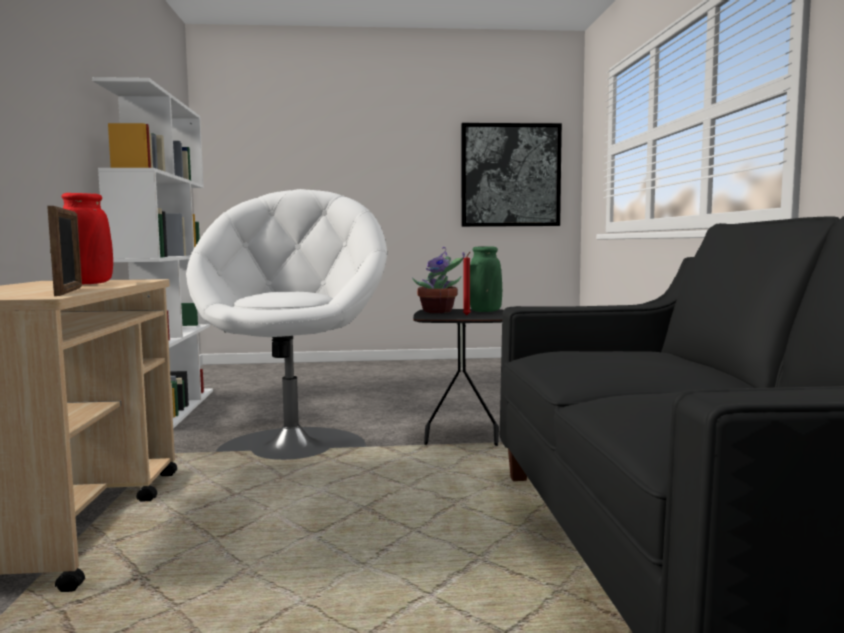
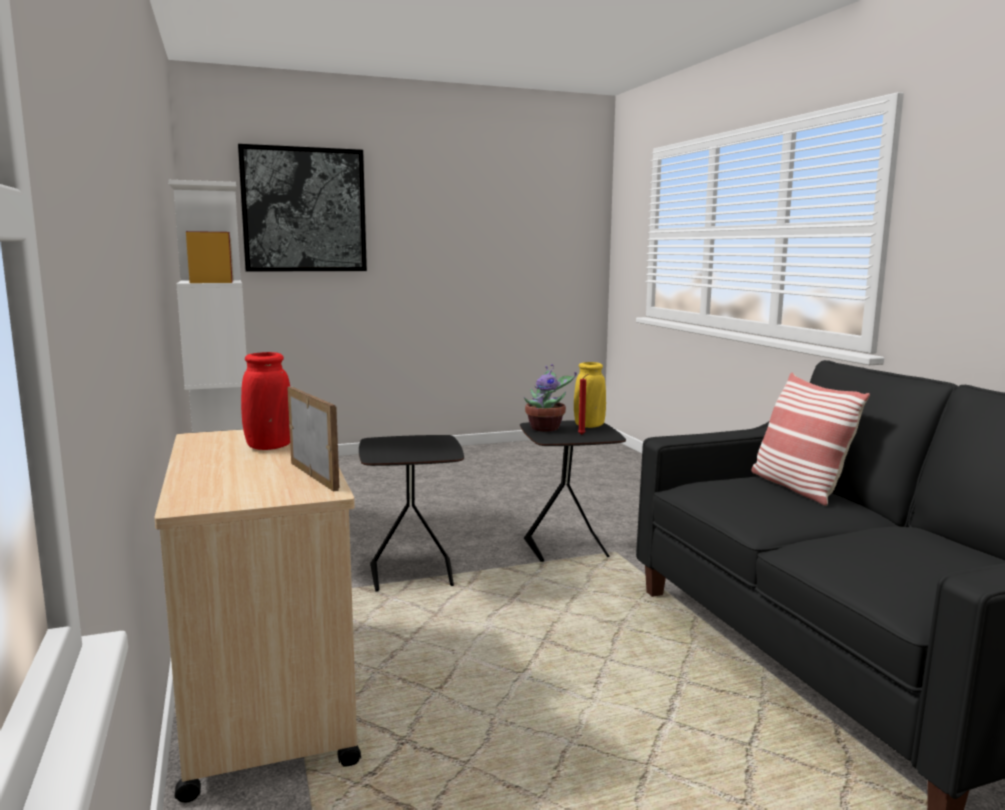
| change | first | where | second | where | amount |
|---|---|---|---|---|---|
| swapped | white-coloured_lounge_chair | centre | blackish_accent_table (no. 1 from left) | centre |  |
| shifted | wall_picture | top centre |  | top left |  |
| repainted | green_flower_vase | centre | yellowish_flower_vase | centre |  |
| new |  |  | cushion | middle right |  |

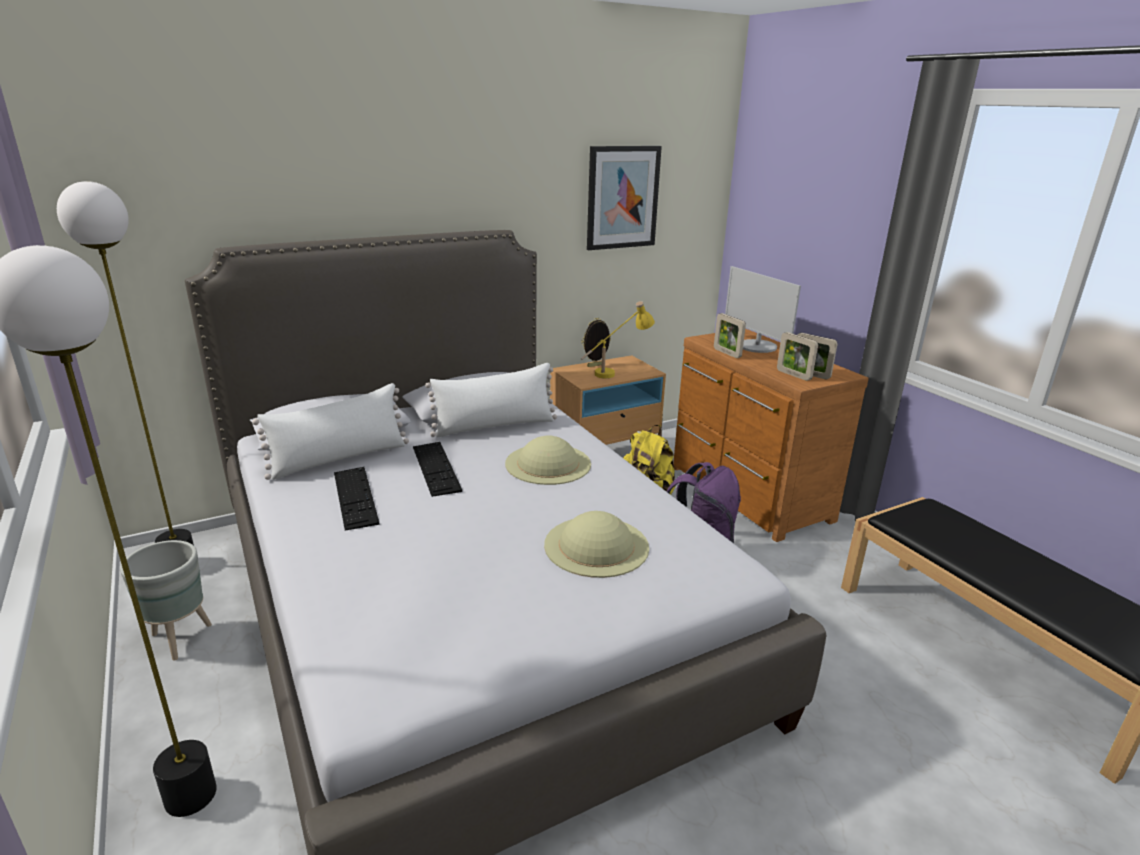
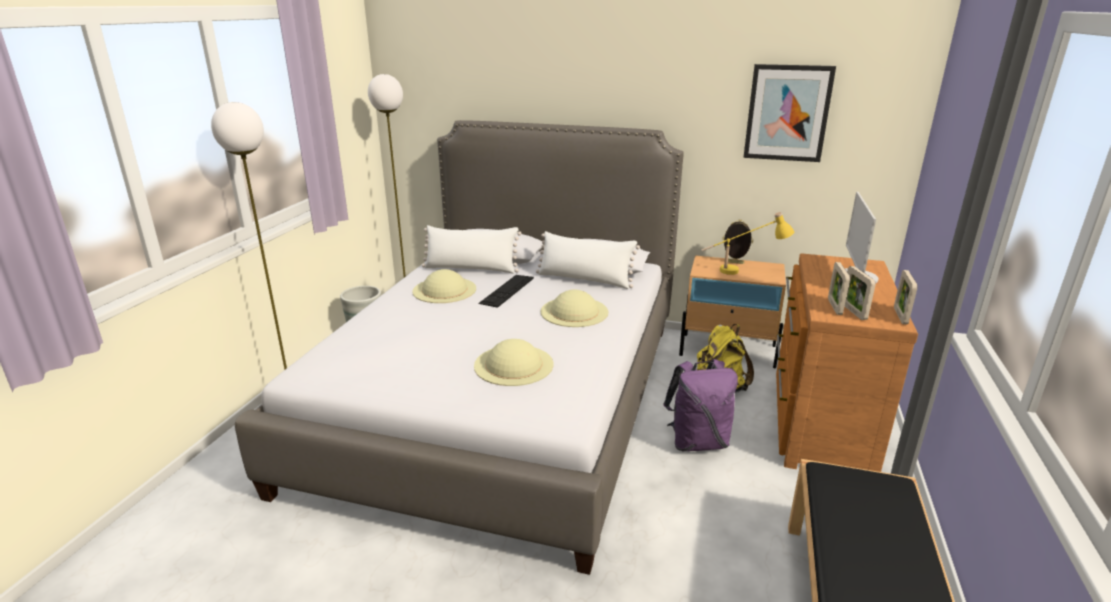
| change | first | where | second | where | amount |
|---|---|---|---|---|---|
| swapped | keyboard (no. 1 from left) | middle left | beige-coloured_hat (no. 1 from left) | centre |  |
| shifted | picture_frame (no. 2 from left in the first image) | centre | picture_frame (no. 4 from left) | middle right |  |

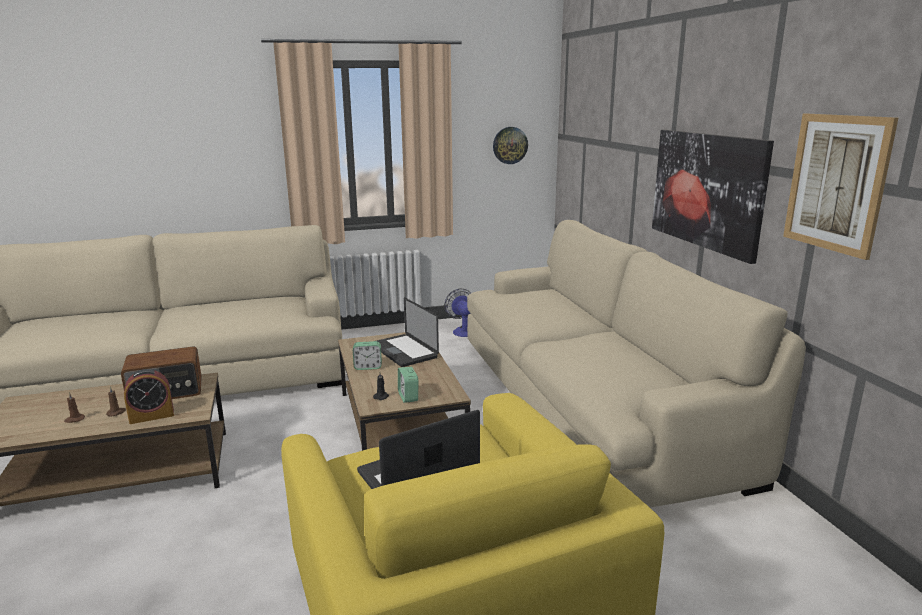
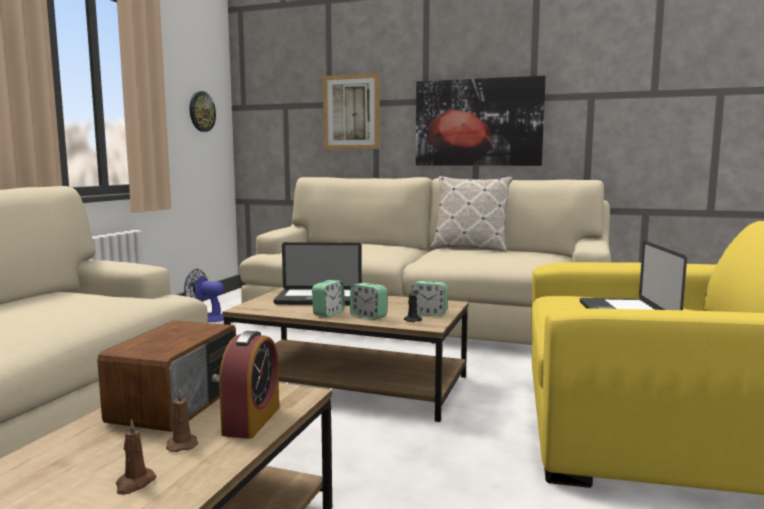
| change | first | where | second | where | amount |
|---|---|---|---|---|---|
| shifted | wall_picture (no. 2 from left in the first image) | top right | wall_picture (no. 1 from left) | top centre |  |
| new |  |  | alarm_clock (no. 3 from left) | centre |  |
| new |  |  | cushion | centre |  |

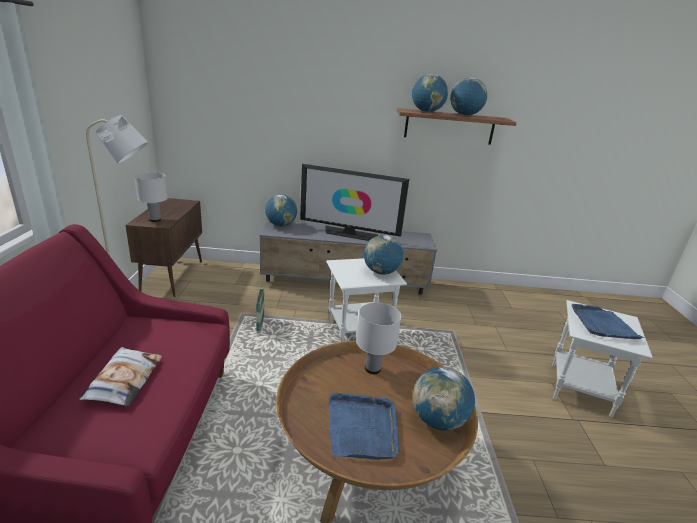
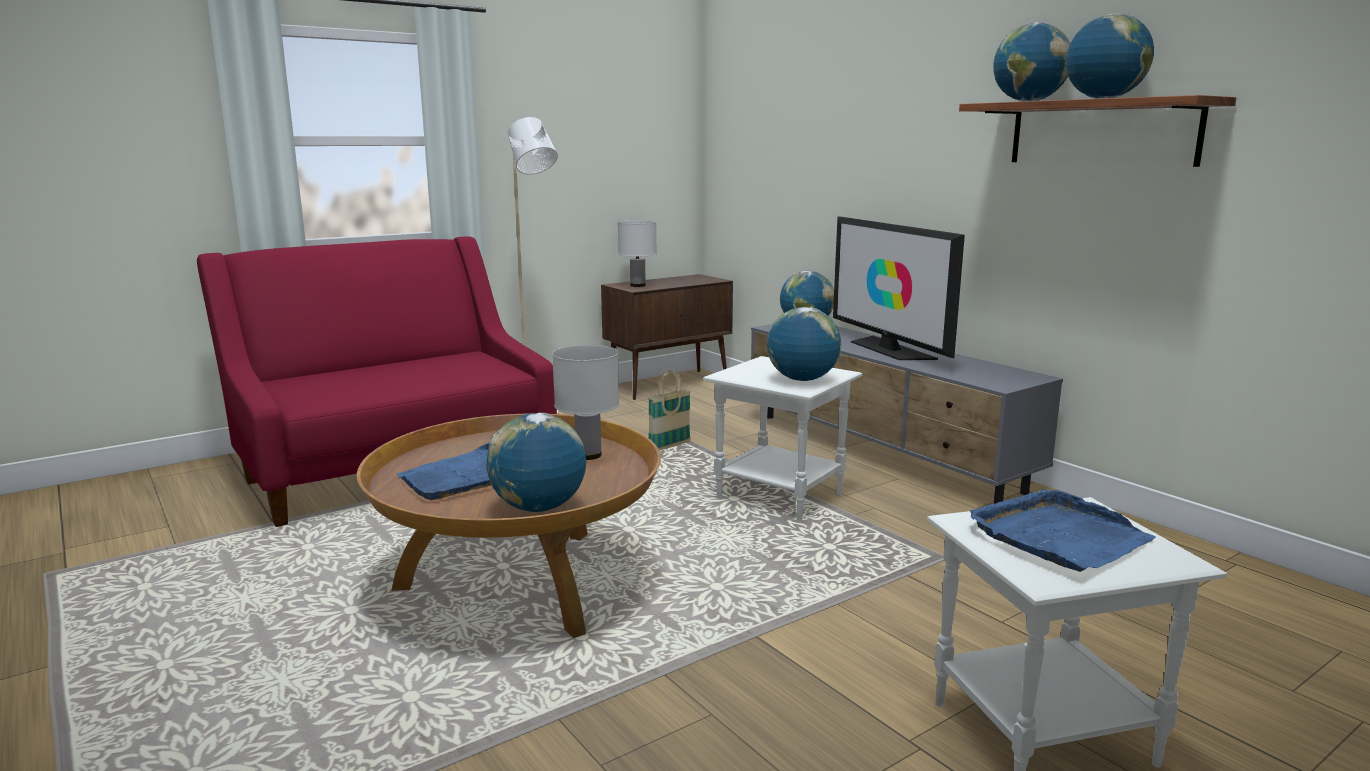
| change | first | where | second | where | amount |
|---|---|---|---|---|---|
| gone | cushion | bottom left |  |  |  |

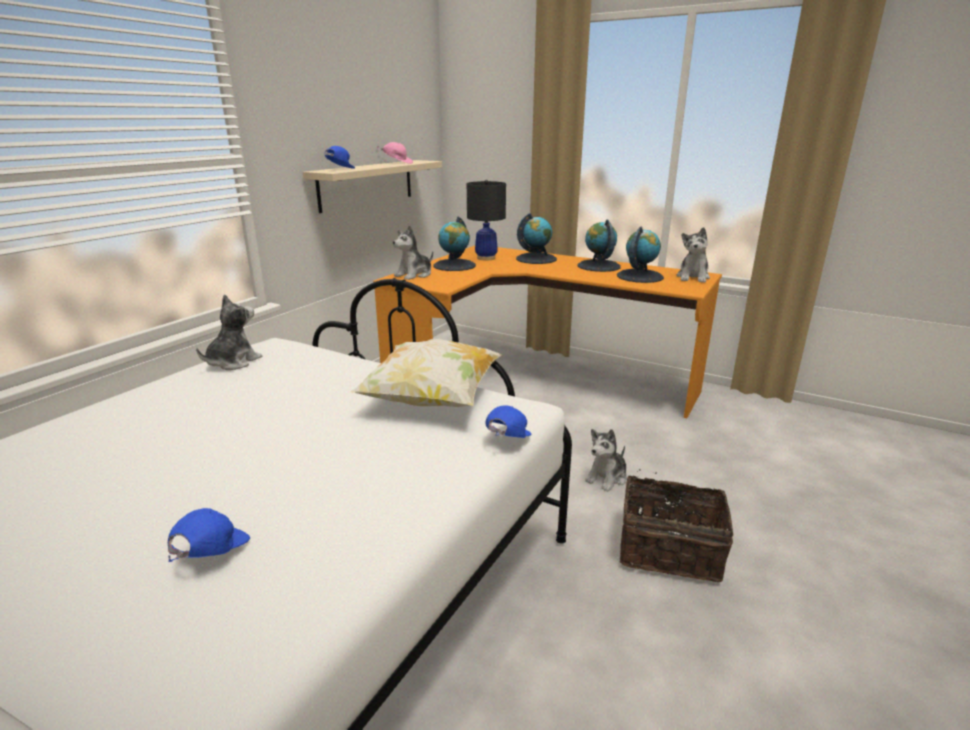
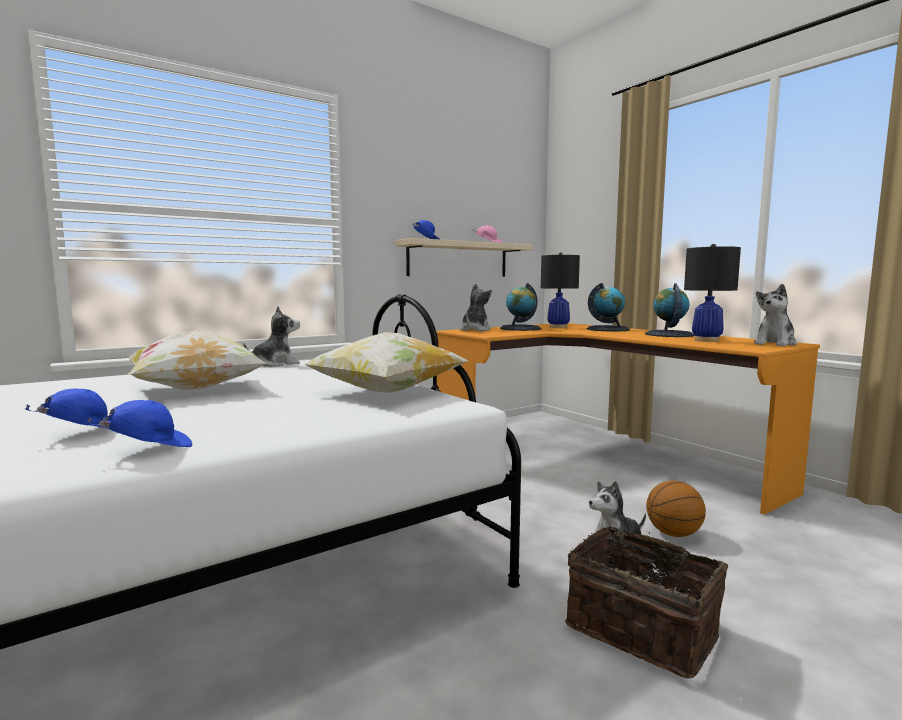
| change | first | where | second | where | amount |
|---|---|---|---|---|---|
| rotated | plush_toy (no. 2 from left) | centre |  | centre | 135 degrees clockwise |
| shifted | blue-coloured_peaked_cap (no. 3 from left in the first image) | centre | blue-coloured_peaked_cap (no. 2 from left) | middle left |  |
| swapped | desk_globe (no. 4 from left) | centre | blackish_tabletop_lamp (no. 2 from left) | middle right |  |
| new |  |  | cushion (no. 1 from left) | middle left |  |
| new |  |  | basketball | bottom right |  |

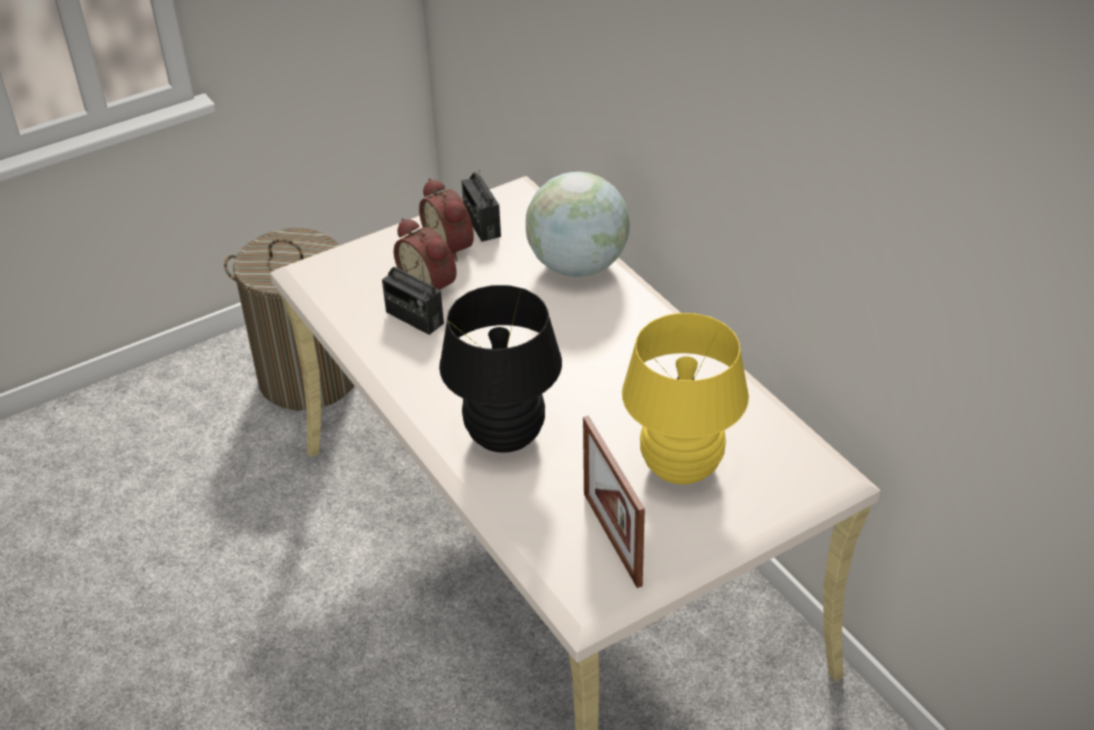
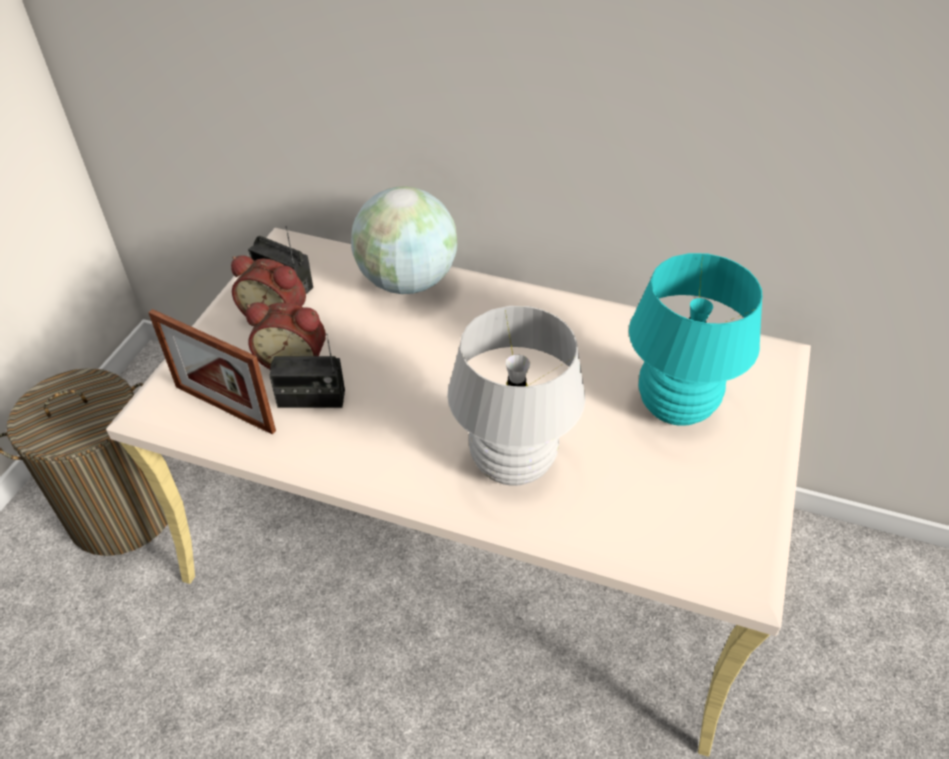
| change | first | where | second | where | amount |
|---|---|---|---|---|---|
| repainted | blackish_tabletop_lamp | centre | white-coloured_tabletop_lamp | centre |  |
| shifted | picture_frame | bottom centre |  | middle left |  |
| repainted | yellowish_tabletop_lamp | centre | turquoise_tabletop_lamp | middle right |  |

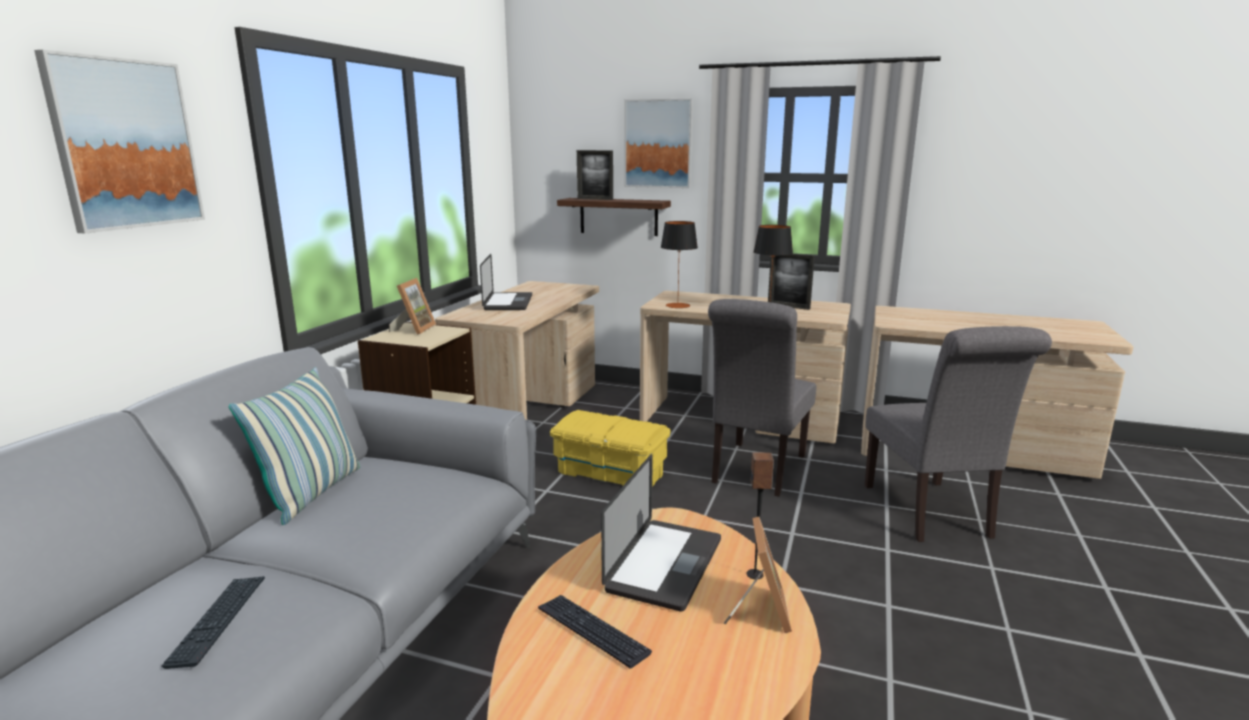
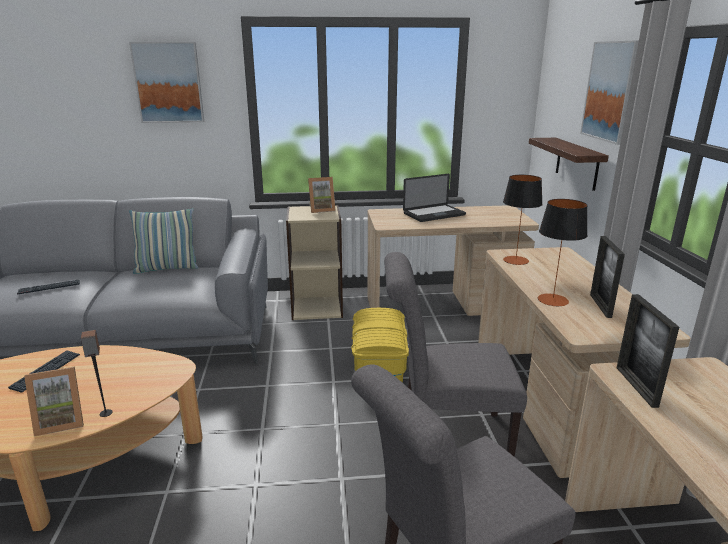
| change | first | where | second | where | amount |
|---|---|---|---|---|---|
| shifted | picture_frame (no. 2 from left in the first image) | top centre | picture_frame (no. 4 from left) | middle right |  |
| gone | laptop (no. 2 from left) | bottom centre |  |  |  |

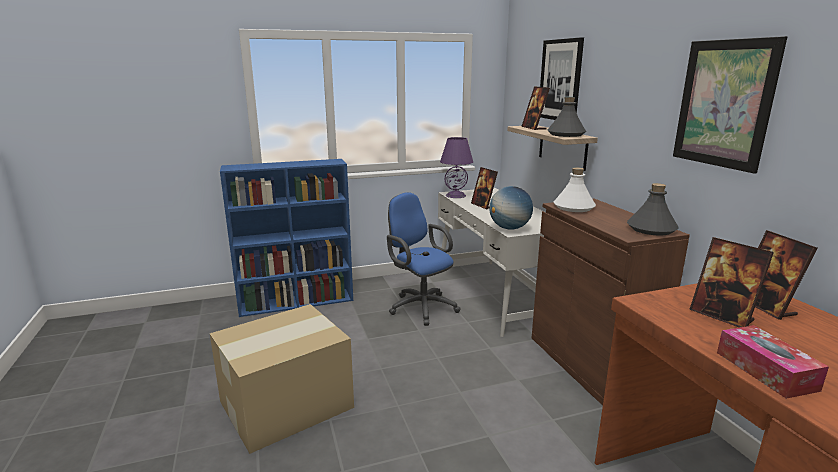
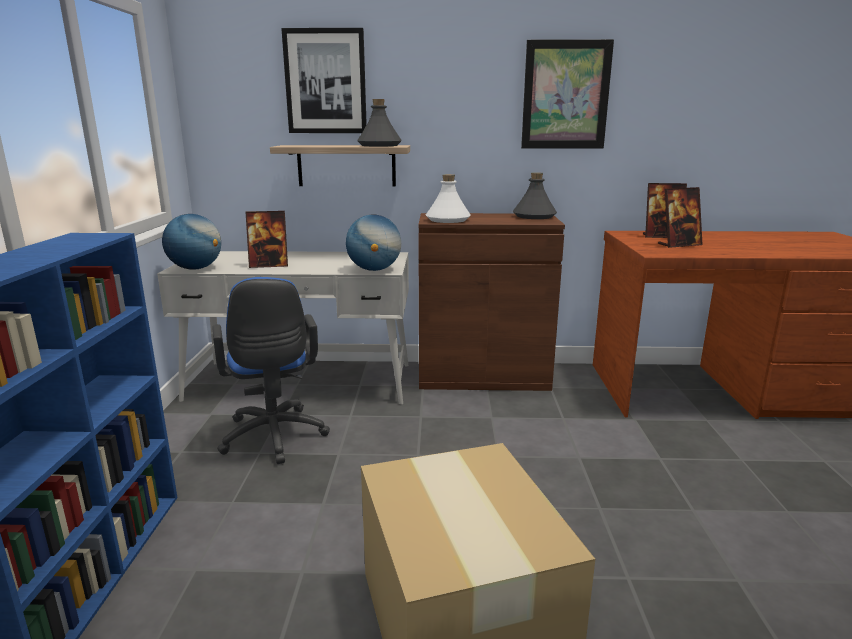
| change | first | where | second | where | amount |
|---|---|---|---|---|---|
| rotated | blue-coloured_desk_chair | centre |  | middle left | 90 degrees counterclockwise |
| swapped | purplish_tabletop_lamp | centre | desk_globe (no. 1 from left) | middle left |  |
| gone | picture_frame (no. 2 from left) | top centre |  |  |  |
| gone | tissue_box | bottom right |  |  |  |

